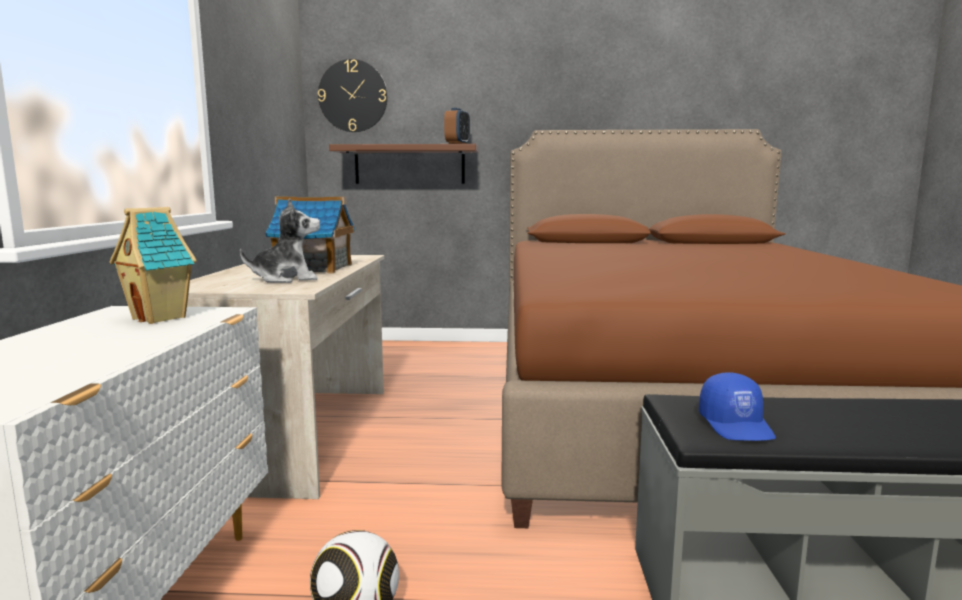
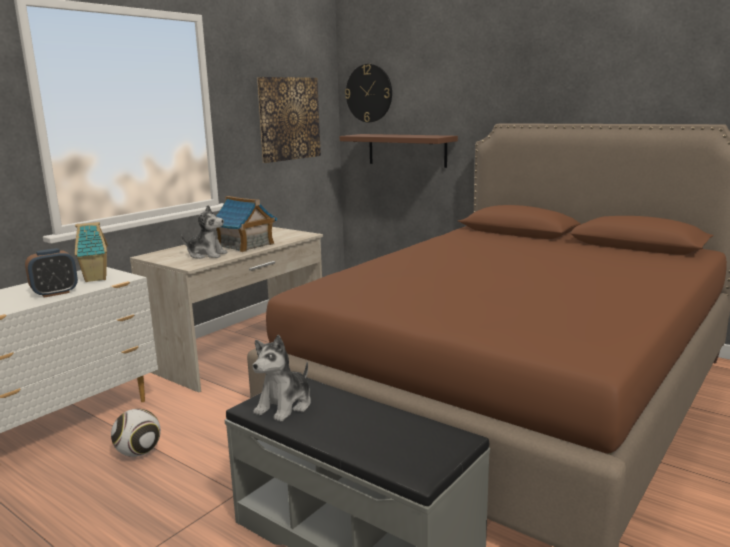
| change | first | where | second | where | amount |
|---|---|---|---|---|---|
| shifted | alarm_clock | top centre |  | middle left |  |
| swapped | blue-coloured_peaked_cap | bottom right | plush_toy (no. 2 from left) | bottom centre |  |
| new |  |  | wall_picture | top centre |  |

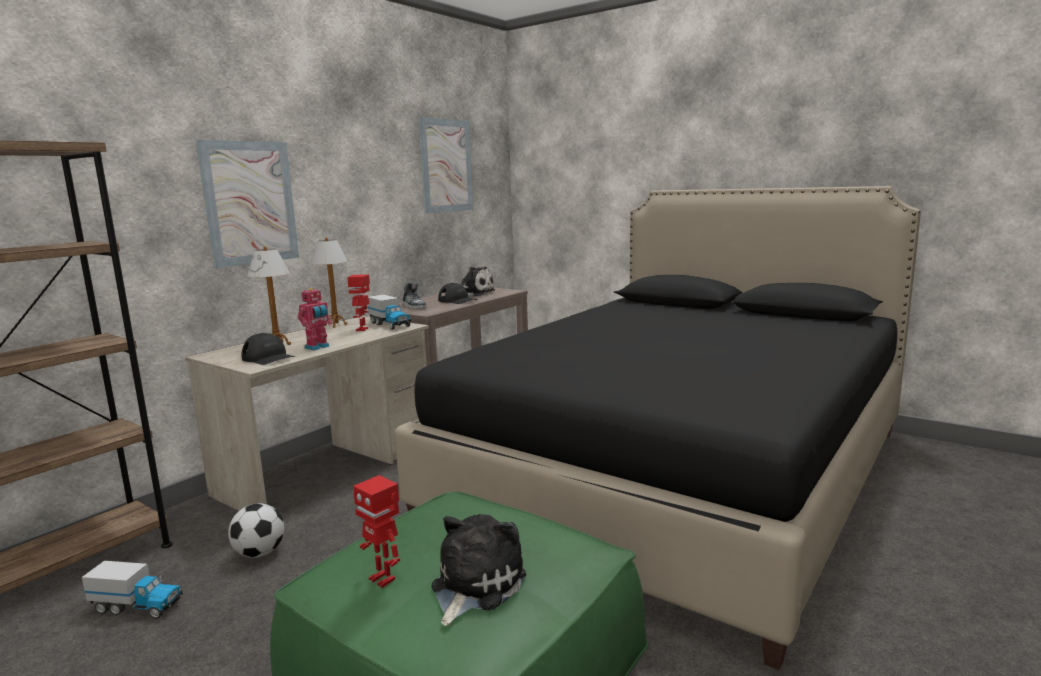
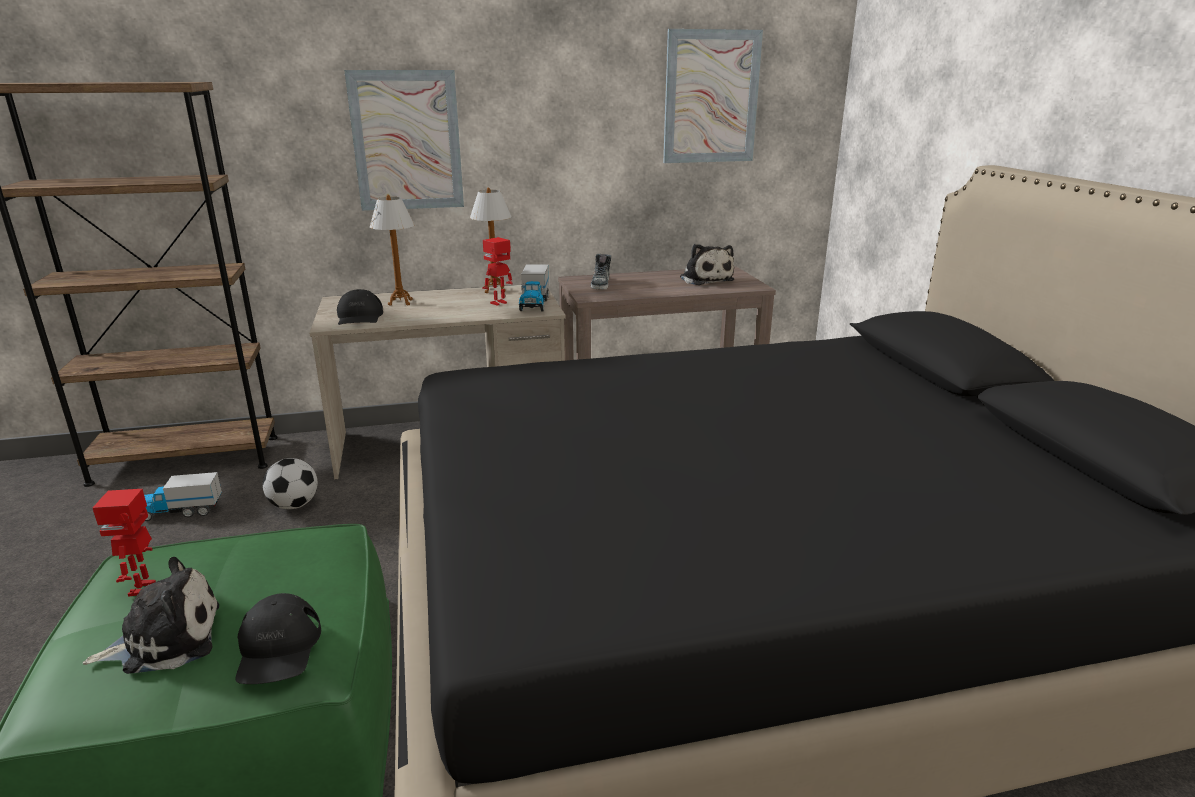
| change | first | where | second | where | amount |
|---|---|---|---|---|---|
| rotated | toy_lorry (no. 1 from left) | bottom left |  | middle left | 120 degrees clockwise |
| gone | robot_figure (no. 1 from left) | middle left |  |  |  |
| shifted | blackish_peaked_cap (no. 2 from left in the first image) | centre | blackish_peaked_cap (no. 1 from left) | bottom left |  |

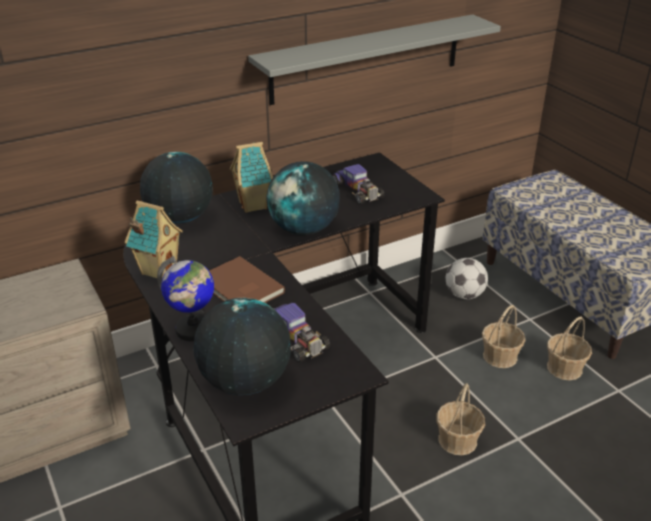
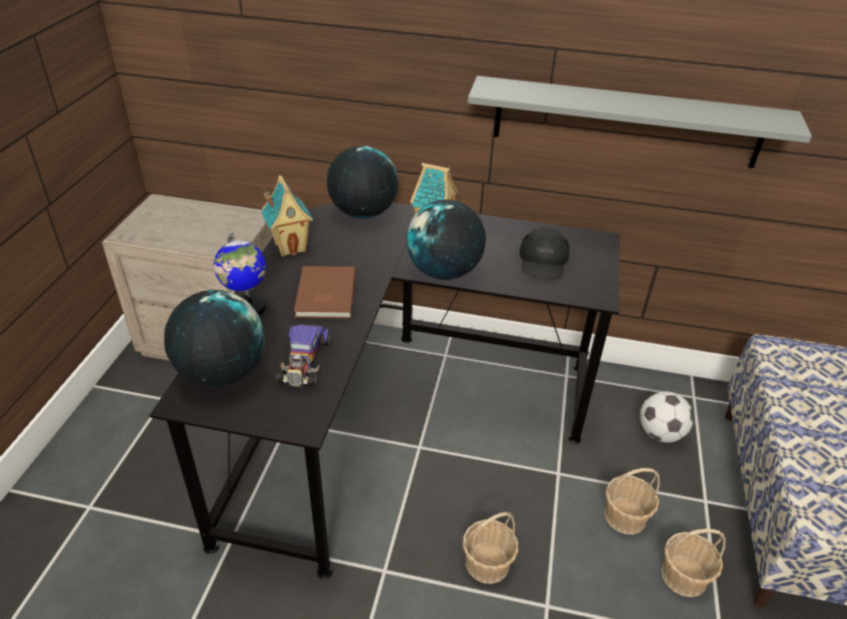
| change | first | where | second | where | amount |
|---|---|---|---|---|---|
| swapped | model_car (no. 2 from left) | centre | blackish_peaked_cap | centre |  |

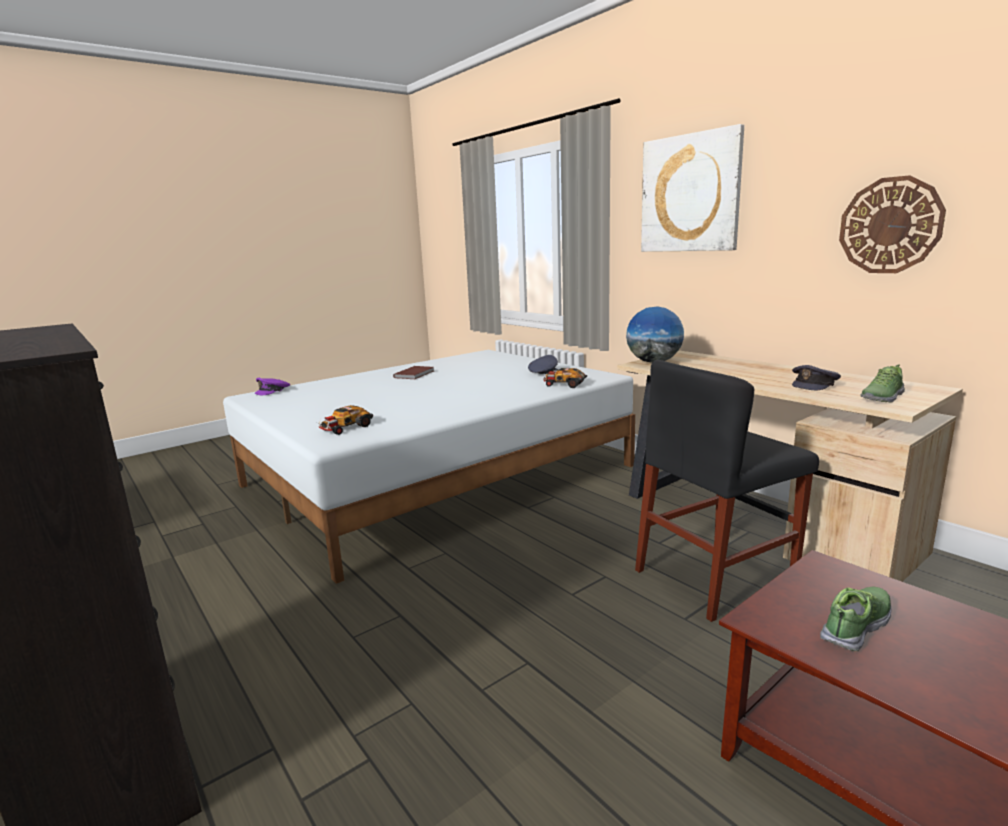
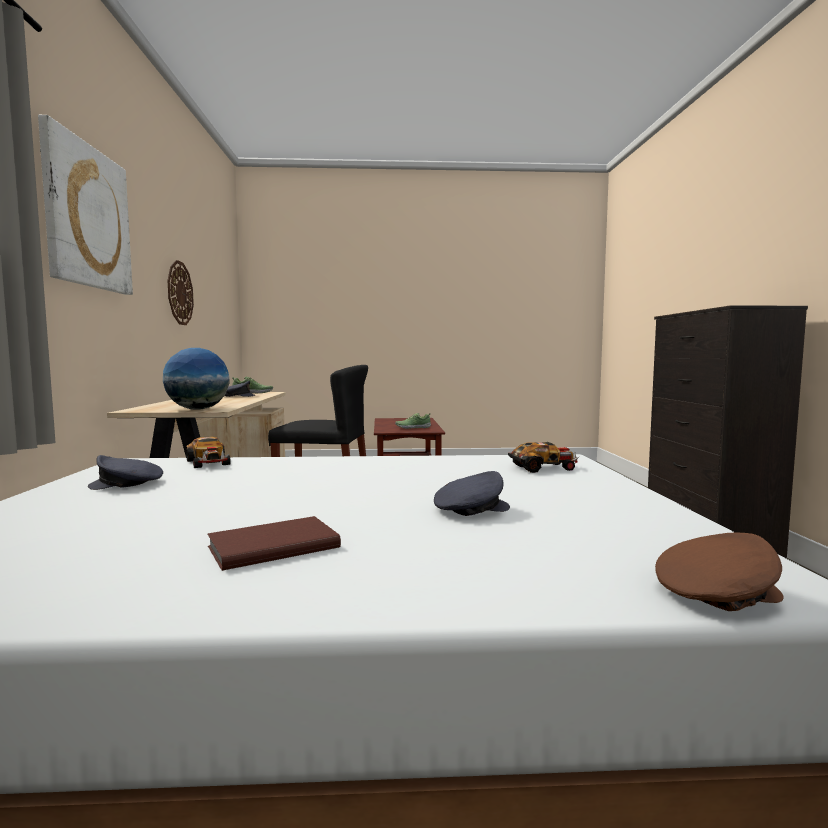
| change | first | where | second | where | amount |
|---|---|---|---|---|---|
| repainted | purplish_peaked_cap | middle left | brown-coloured_peaked_cap | bottom right |  |
| new |  |  | gray_peaked_cap (no. 3 from left) | centre |  |

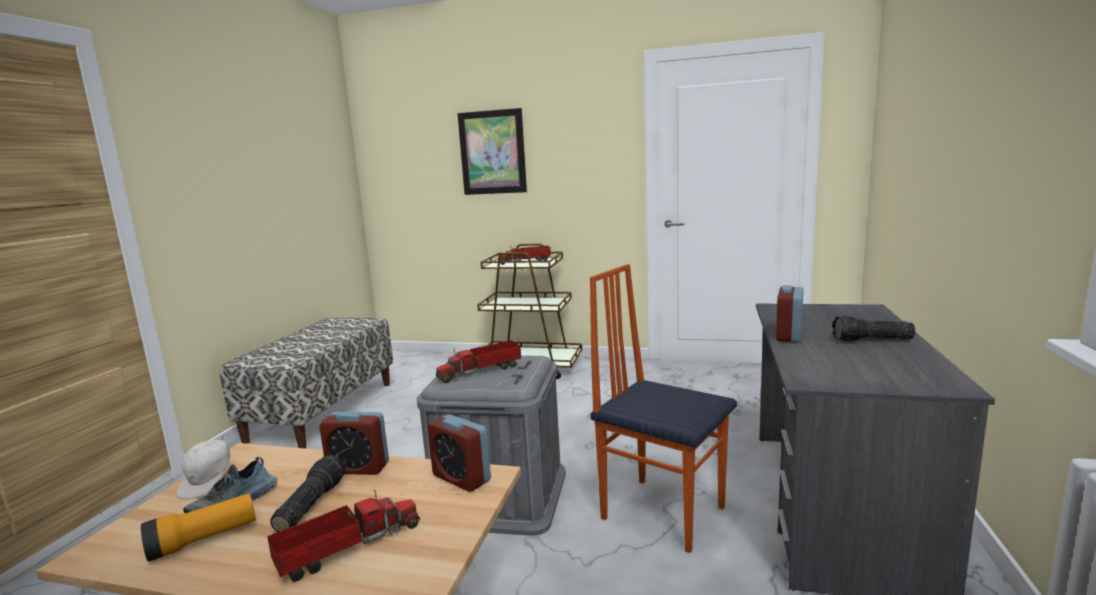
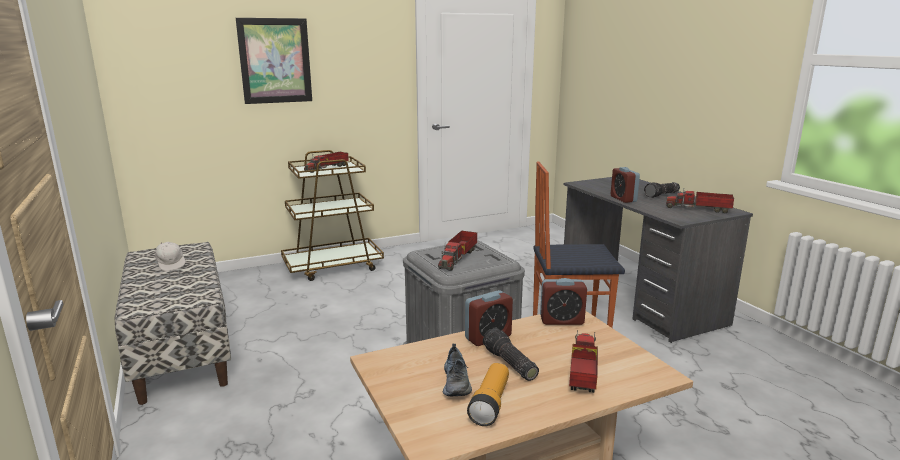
| change | first | where | second | where | amount |
|---|---|---|---|---|---|
| shifted | white-coloured_peaked_cap | bottom left |  | middle left |  |
| new |  |  | toy_lorry (no. 4 from left) | middle right |  |

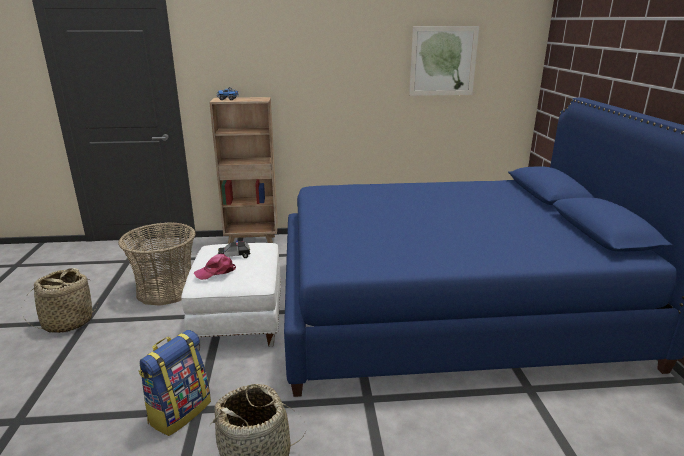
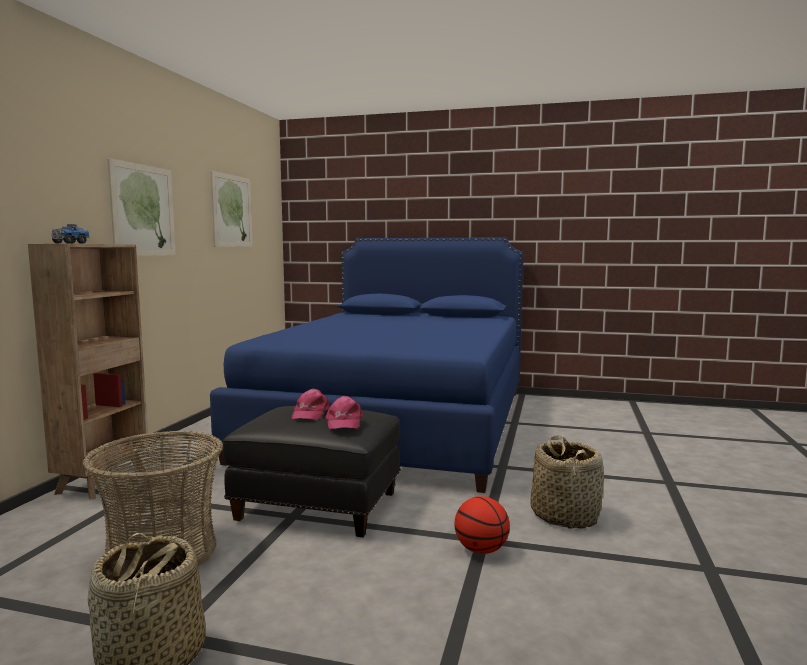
| change | first | where | second | where | amount |
|---|---|---|---|---|---|
| swapped | rucksack | bottom left | basketball | bottom centre |  |
| repainted | white-coloured_ottoman | centre | blackish_ottoman | bottom centre |  |
| swapped | model_car | centre | pinkish_peaked_cap (no. 1 from left) | centre |  |
| new |  |  | wall_picture (no. 1 from left) | top left |  |

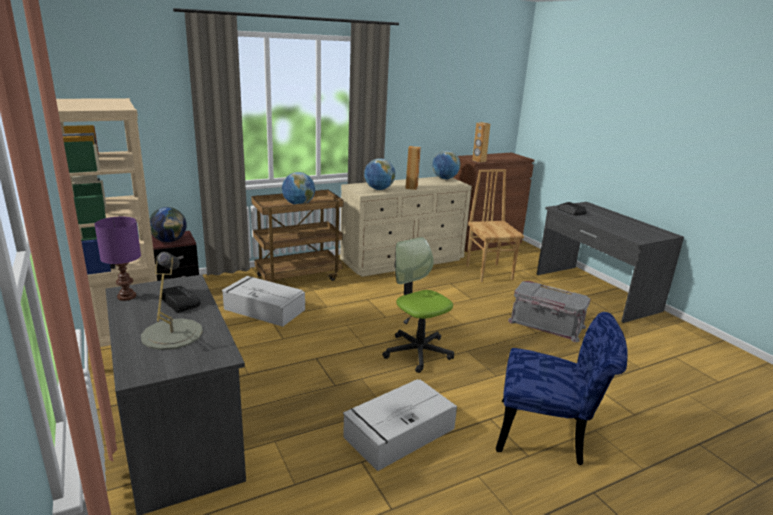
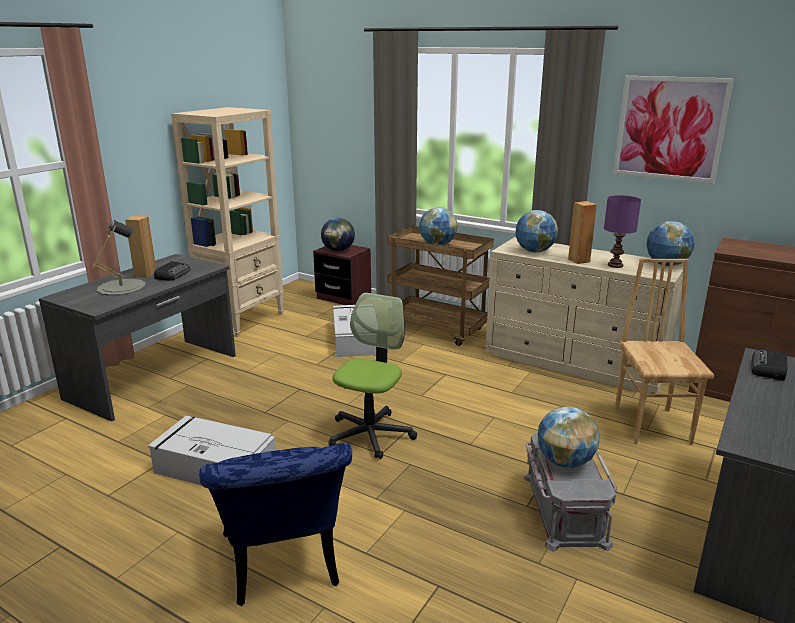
| change | first | where | second | where | amount |
|---|---|---|---|---|---|
| shifted | purplish_tabletop_lamp | middle left |  | middle right |  |
| rotated | brown-coloured_upright_chair | centre |  | middle right | 45 degrees counterclockwise |
| shifted | brown-coloured_loudspeaker (no. 2 from left in the first image) | top centre | brown-coloured_loudspeaker (no. 1 from left) | middle left |  |
| new |  |  | desk_globe (no. 4 from left) | bottom right |  |
| new |  |  | wall_picture | top right |  |

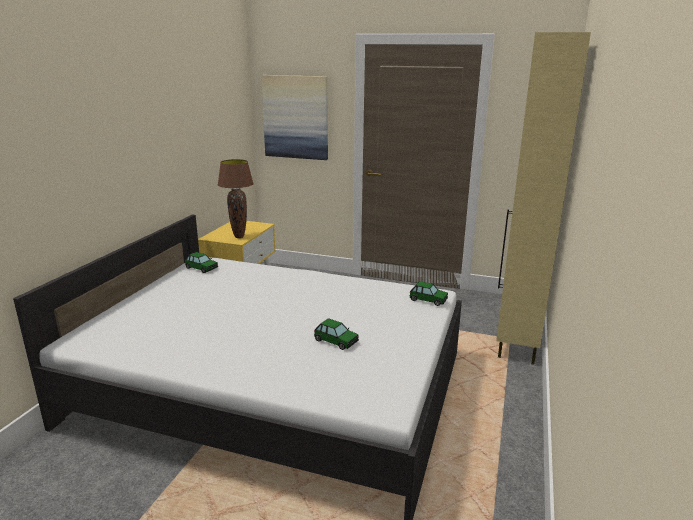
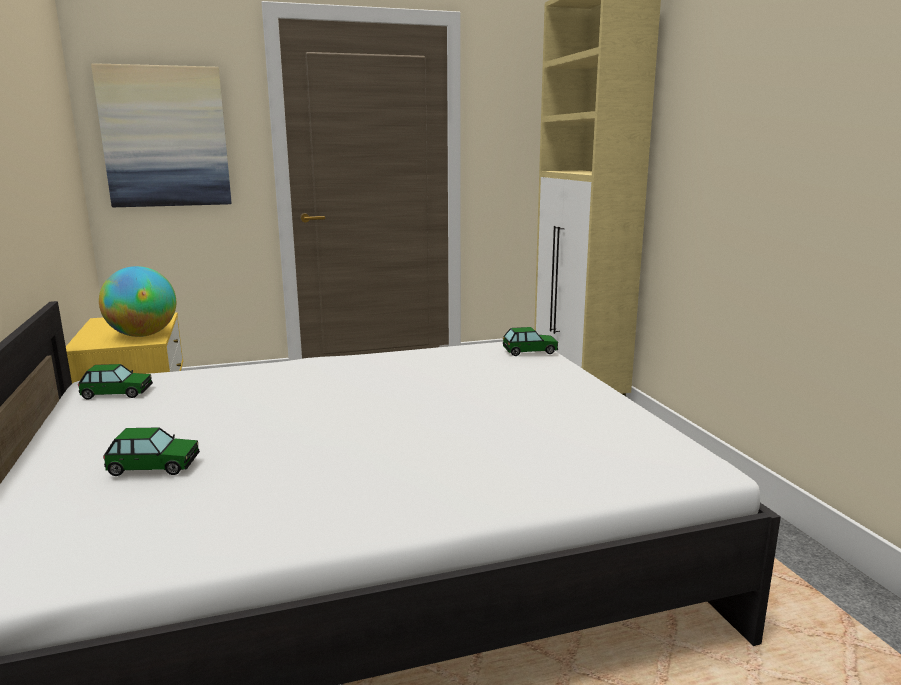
| change | first | where | second | where | amount |
|---|---|---|---|---|---|
| swapped | brown-coloured_tabletop_lamp | centre | desk_globe | middle left |  |
| shifted | model_car (no. 2 from left) | centre |  | middle left |  |

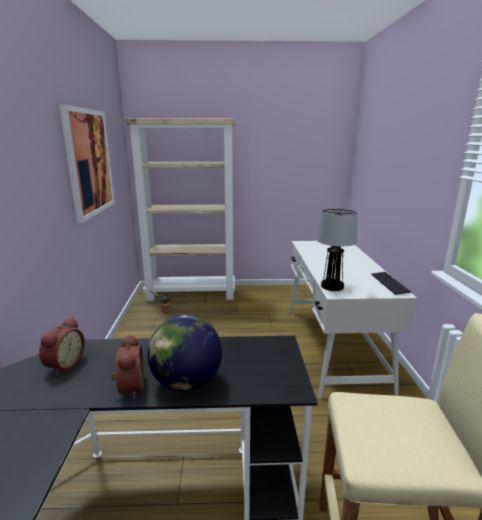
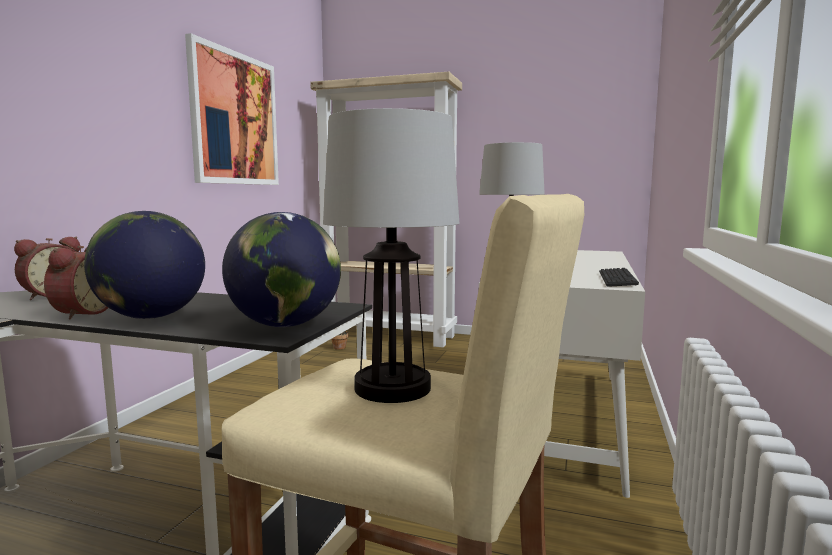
| change | first | where | second | where | amount |
|---|---|---|---|---|---|
| new |  |  | desk_globe (no. 2 from left) | centre |  |
| new |  |  | tabletop_lamp (no. 1 from left) | centre |  |

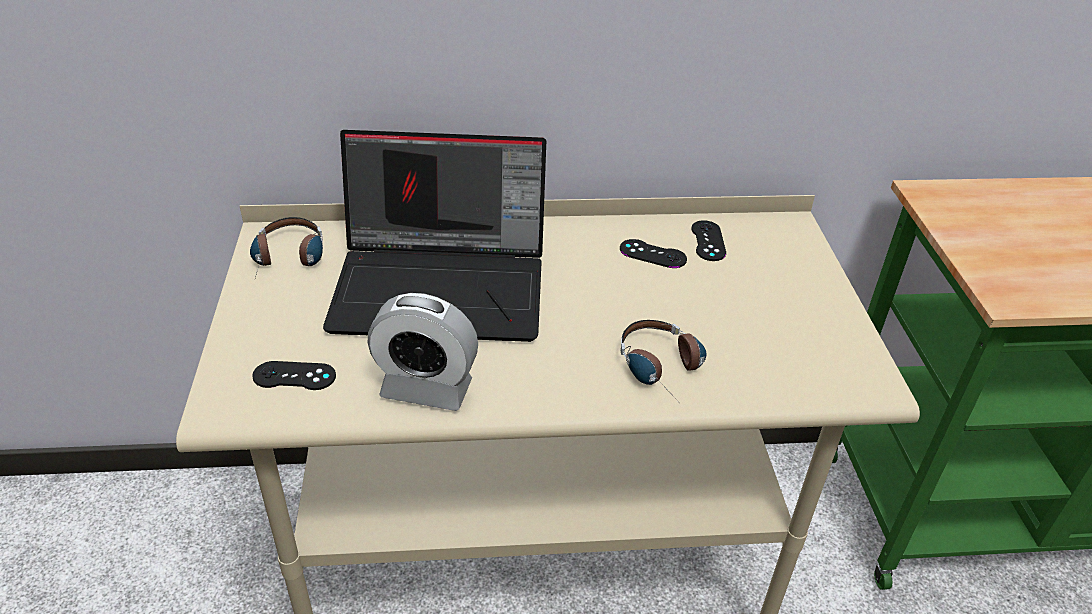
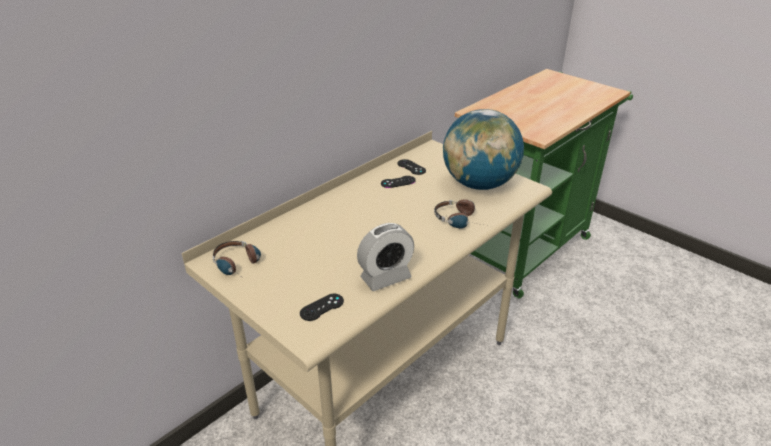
| change | first | where | second | where | amount |
|---|---|---|---|---|---|
| gone | laptop | centre |  |  |  |
| new |  |  | desk_globe | centre |  |

